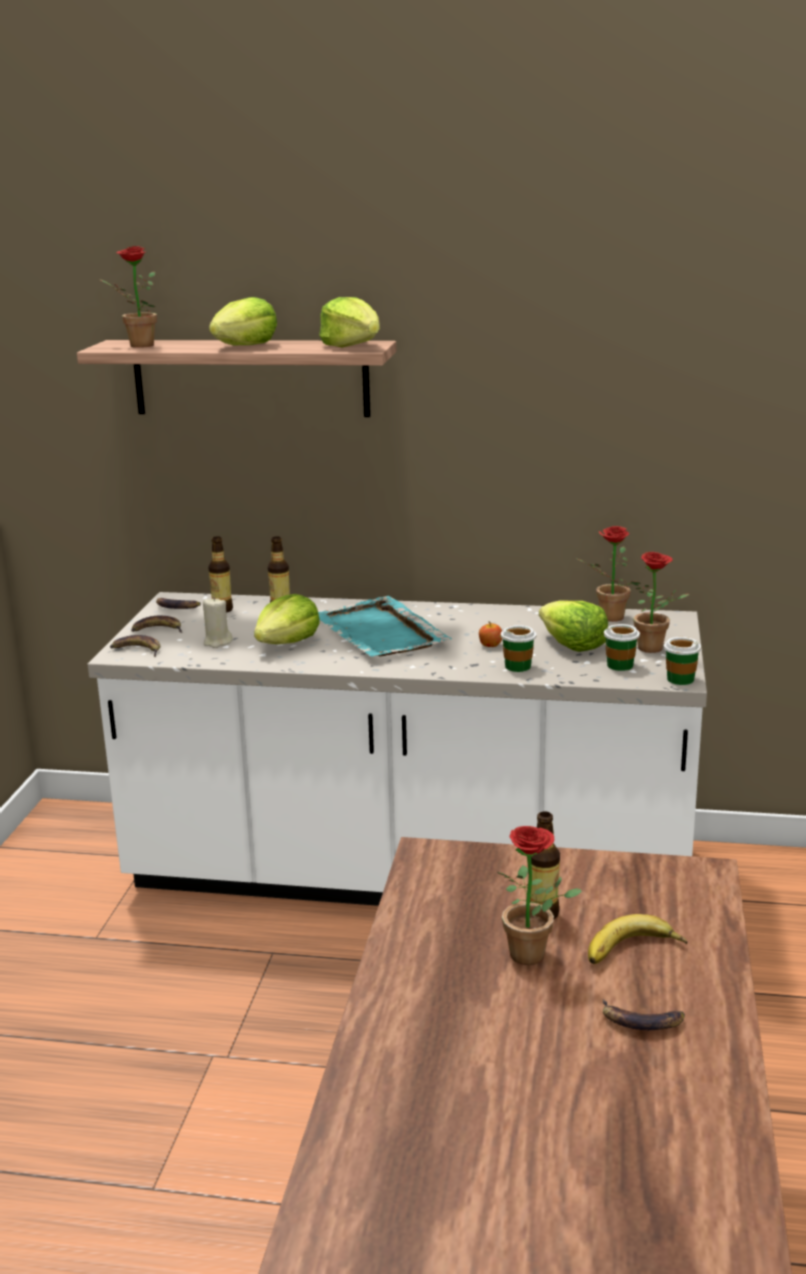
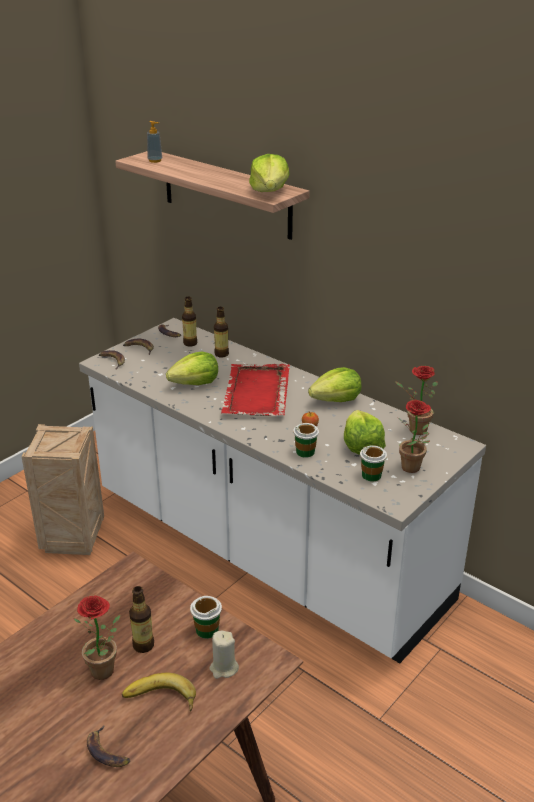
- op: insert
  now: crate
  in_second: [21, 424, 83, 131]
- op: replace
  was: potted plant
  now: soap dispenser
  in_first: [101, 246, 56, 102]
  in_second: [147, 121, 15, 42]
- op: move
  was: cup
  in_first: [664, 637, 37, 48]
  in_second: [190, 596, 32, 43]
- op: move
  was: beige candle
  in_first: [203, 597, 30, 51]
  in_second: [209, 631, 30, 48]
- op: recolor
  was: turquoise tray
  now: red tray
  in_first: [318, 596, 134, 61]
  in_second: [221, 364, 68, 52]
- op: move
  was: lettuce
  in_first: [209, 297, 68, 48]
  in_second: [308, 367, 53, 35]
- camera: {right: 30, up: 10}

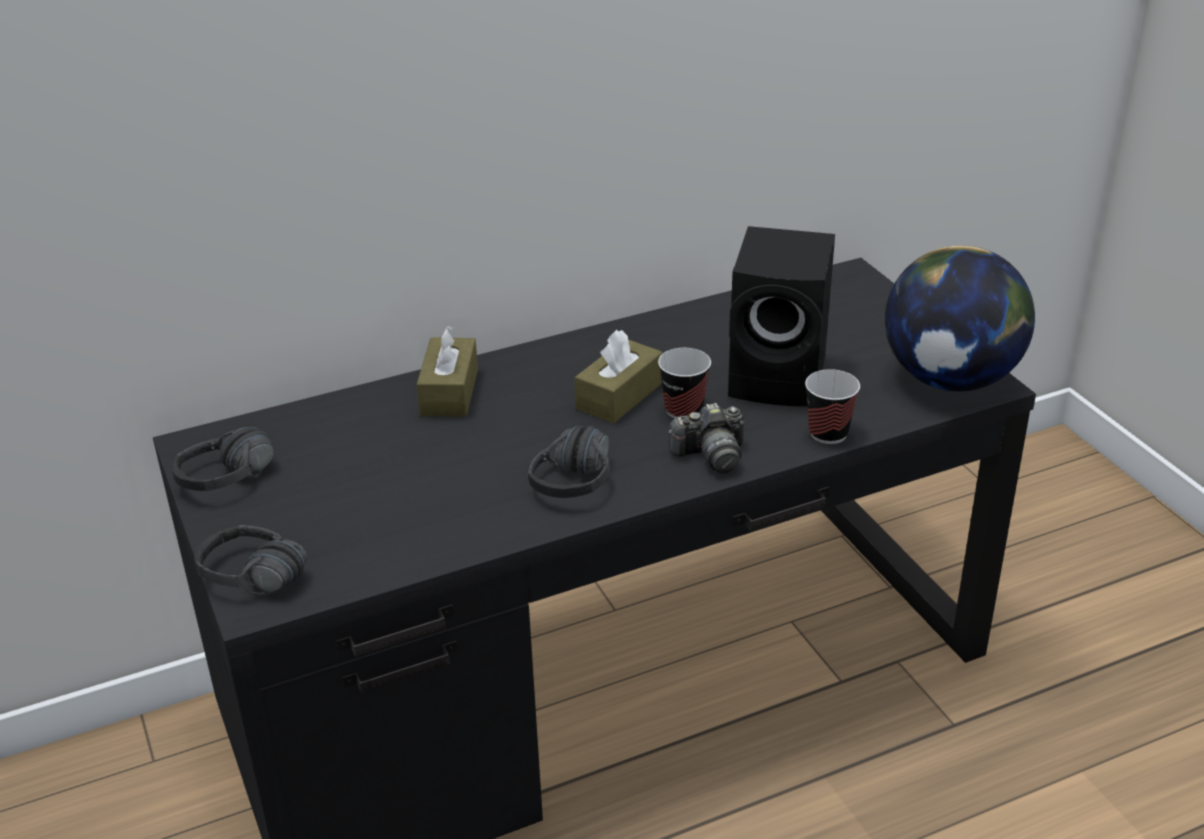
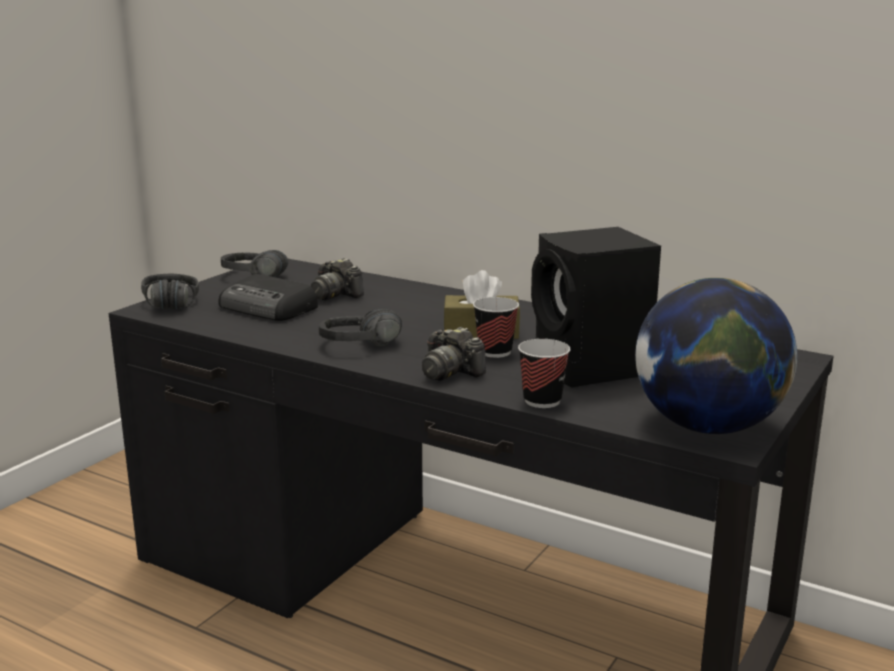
- op: insert
  now: radio
  in_second: [219, 274, 99, 47]
- op: insert
  now: photo camera
  in_second: [311, 258, 53, 43]
- op: delete
  was: brown tissue box
  in_first: [417, 325, 61, 92]
- camera: {right: 55, up: -15}

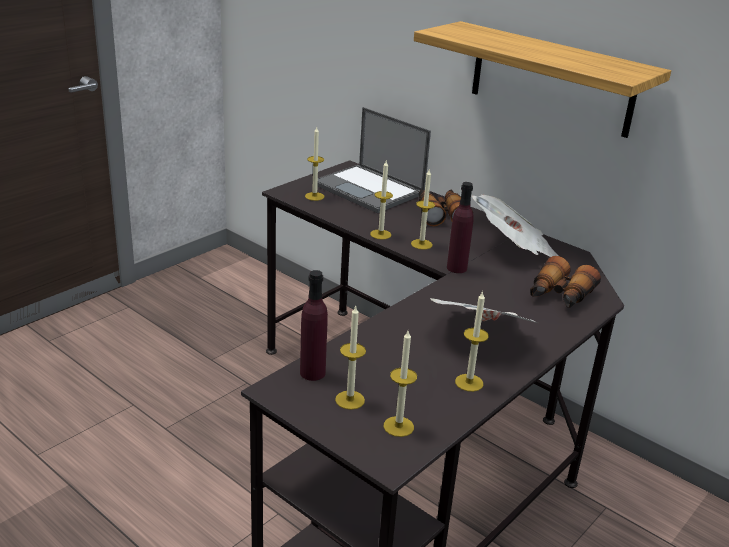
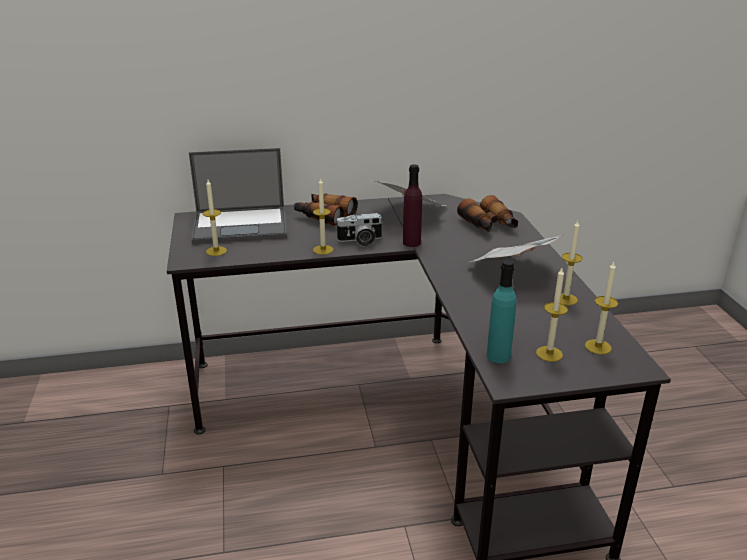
- op: replace
  was: candle
  now: photo camera
  in_first: [411, 170, 24, 80]
  in_second: [335, 213, 48, 34]
- op: recolor
  was: purple bottle
  now: turquoise bottle
  in_first: [300, 270, 28, 111]
  in_second: [487, 260, 30, 103]
- op: delete
  was: shelf
  in_first: [414, 21, 257, 117]
- camera: {right: -50, up: 0}

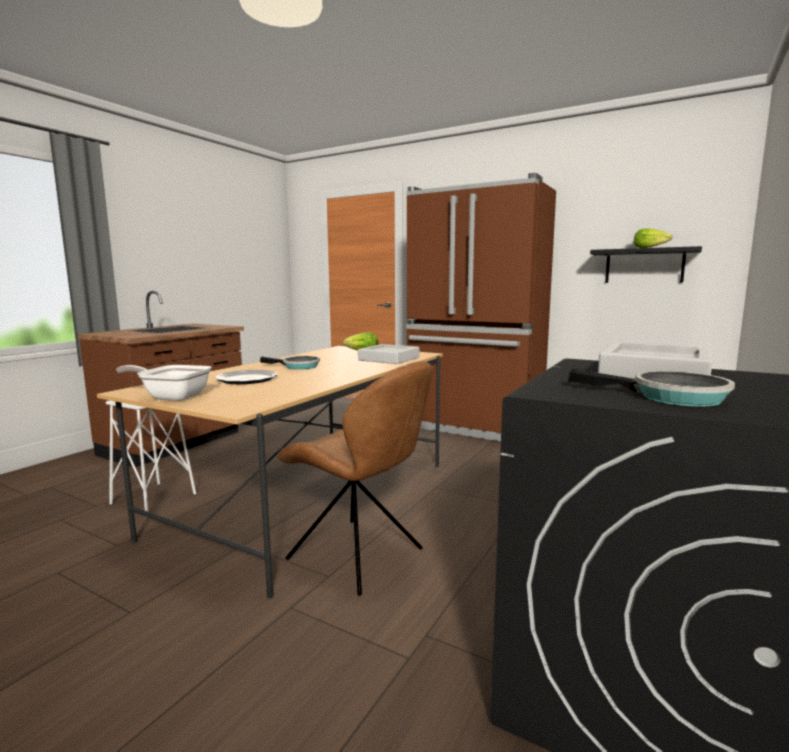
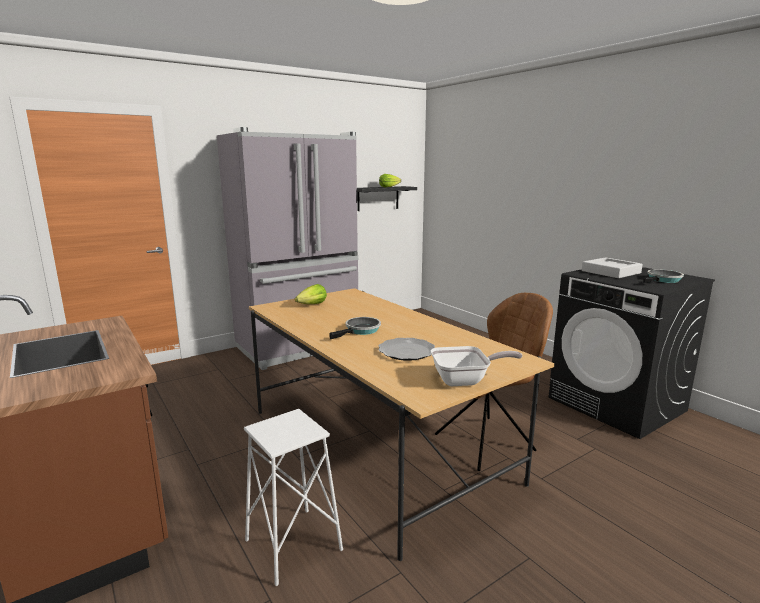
- op: recolor
  was: brown fridge
  now: grey fridge
  in_first: [406, 173, 150, 268]
  in_second: [217, 127, 141, 243]
- op: rotate
  was: frying pan
  in_first: [116, 365, 95, 36]
  in_second: [431, 346, 91, 40]
  clockwise: -135
- op: delete
  was: grey tray
  in_first: [358, 344, 61, 20]
- camera: {right: -65, up: 5}

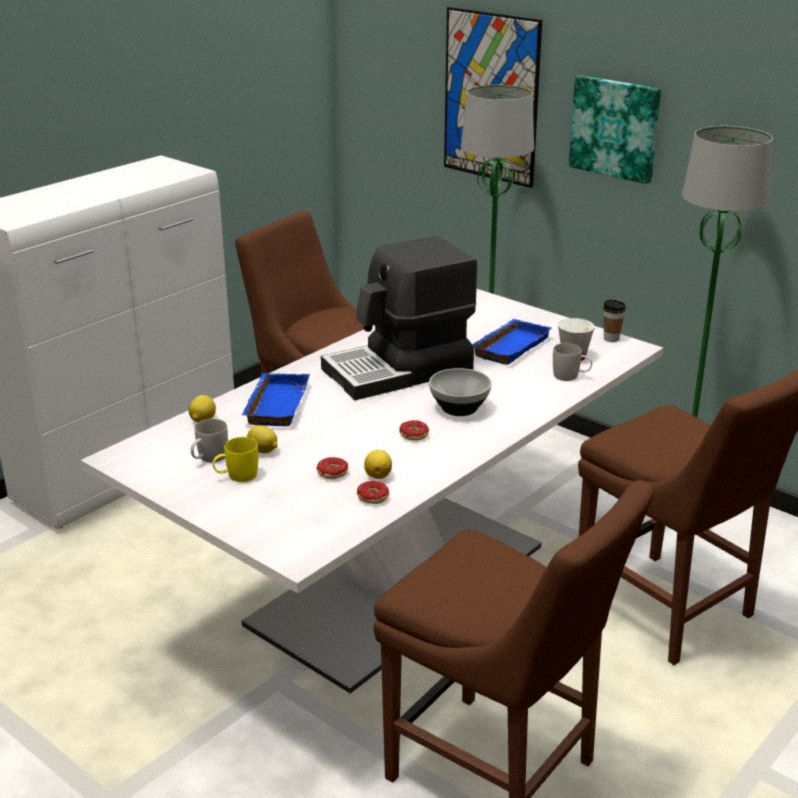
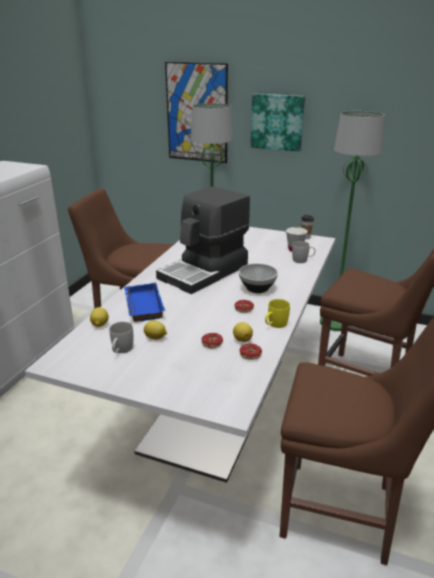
- op: move
  was: yellow mug
  in_first: [213, 437, 45, 45]
  in_second: [265, 299, 25, 29]
- op: delete
  was: blue tray
  in_first: [472, 319, 79, 46]
- camera: {right: -20, up: 0}

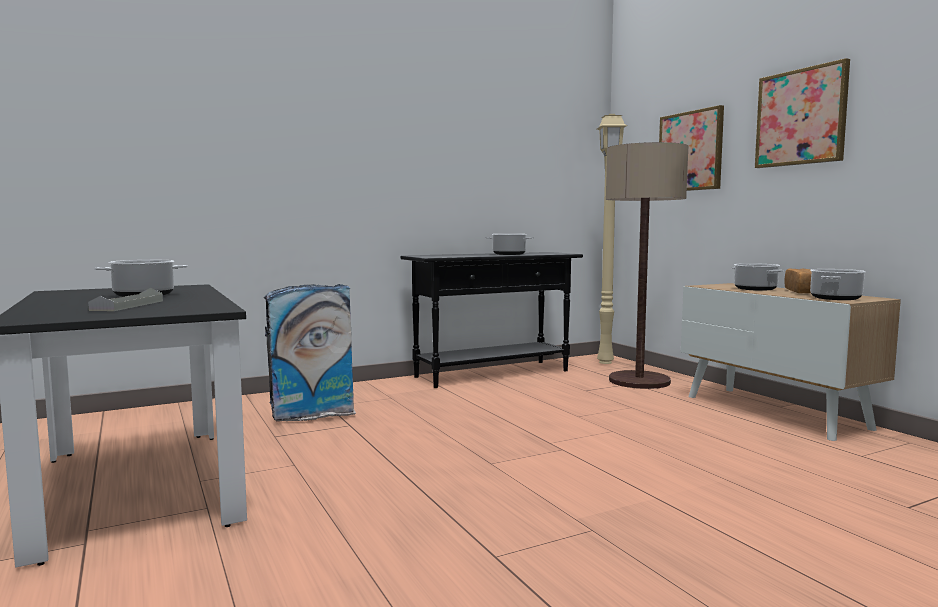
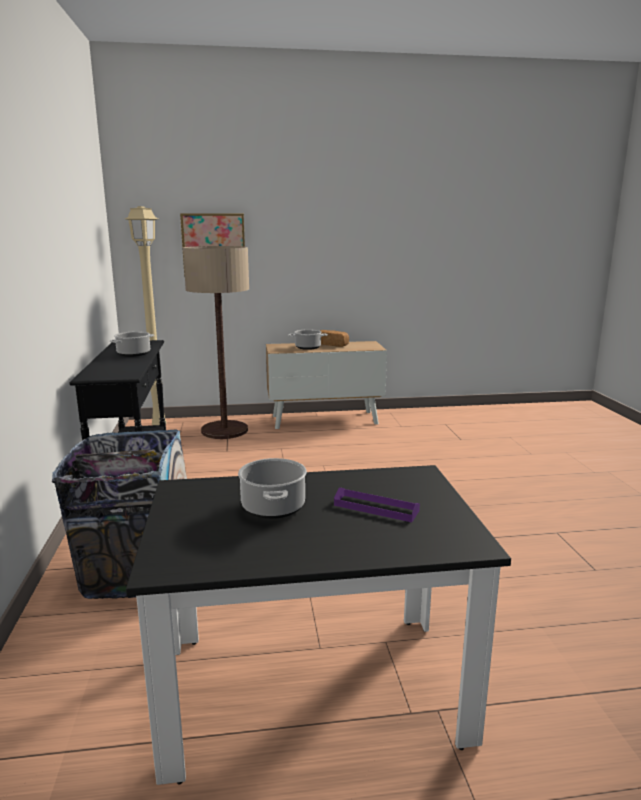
- op: recolor
  was: grey tray
  now: purple tray
  in_first: [88, 288, 75, 23]
  in_second: [334, 488, 86, 34]
- op: delete
  was: picture
  in_first: [755, 58, 95, 110]
- op: delete
  was: cooking pot
  in_first: [810, 269, 56, 31]
- camera: {right: -70, up: 10}

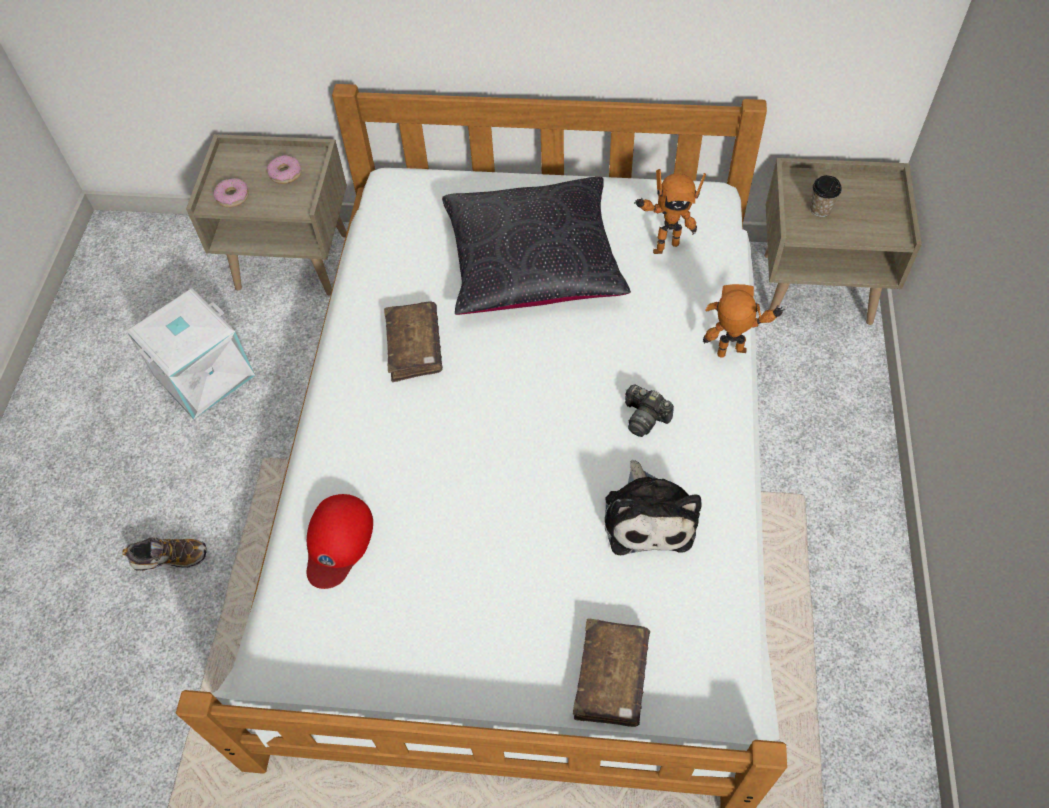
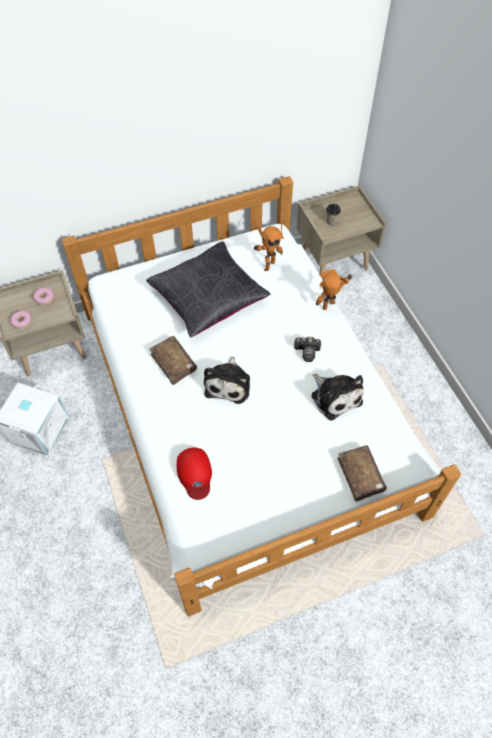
- op: insert
  now: plush toy
  in_second: [204, 356, 46, 48]
- op: delete
  was: shoe
  in_first: [122, 537, 85, 34]
- camera: {right: -30, up: 0}

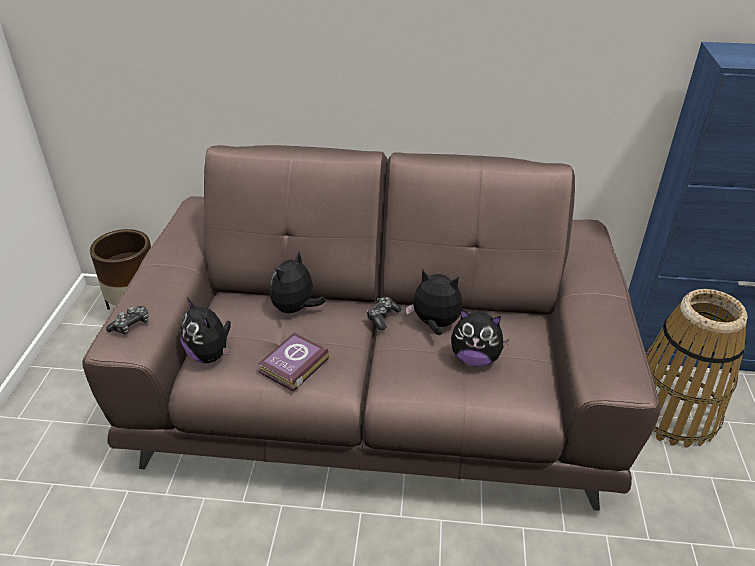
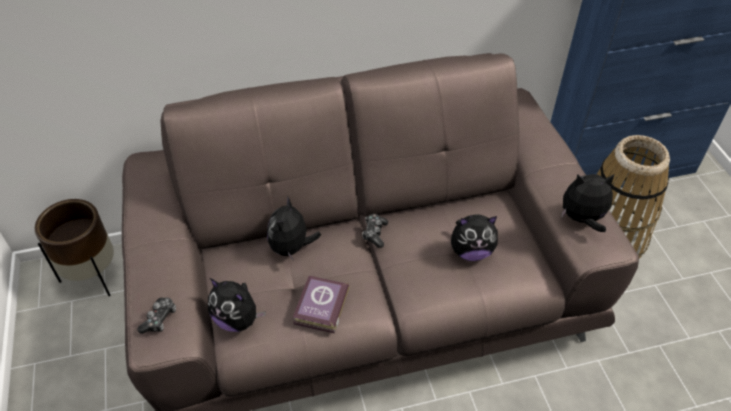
- op: move
  was: plush toy
  in_first: [406, 269, 56, 66]
  in_second: [561, 174, 53, 58]
- camera: {right: -20, up: 10}

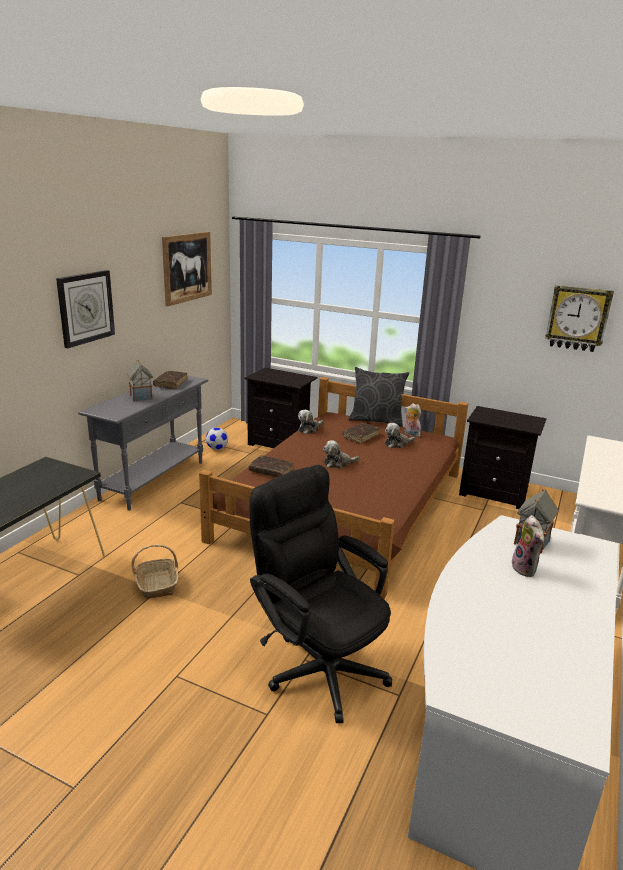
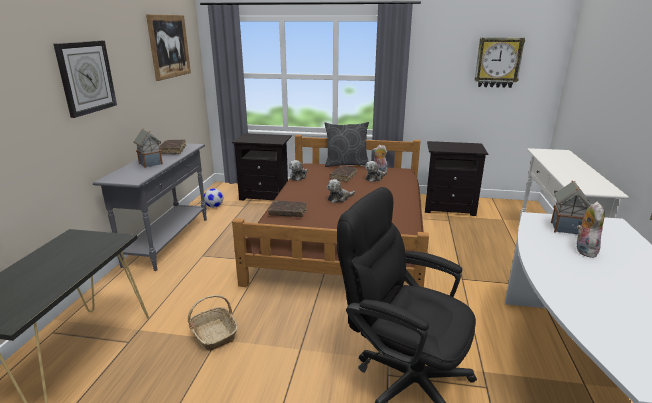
- op: rotate
  was: plush toy
  in_first: [512, 515, 32, 62]
  in_second: [577, 202, 28, 56]
  clockwise: -135
- camera: {right: -15, up: 0}

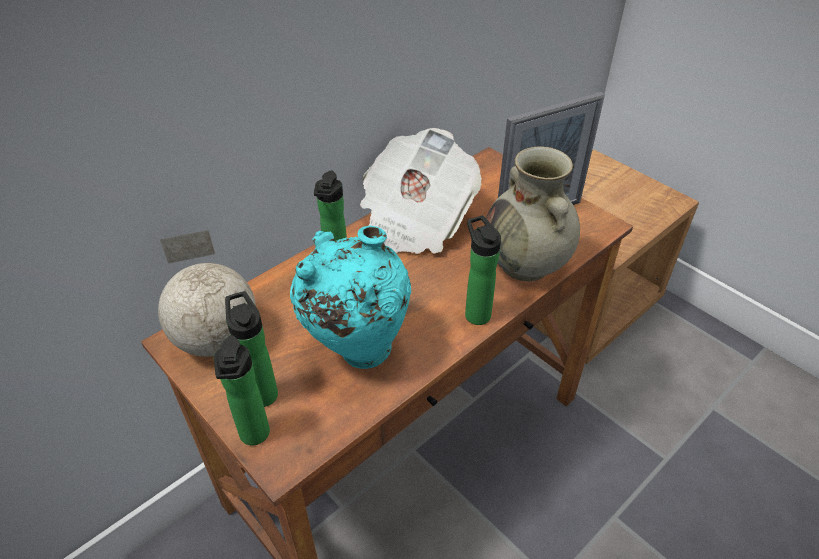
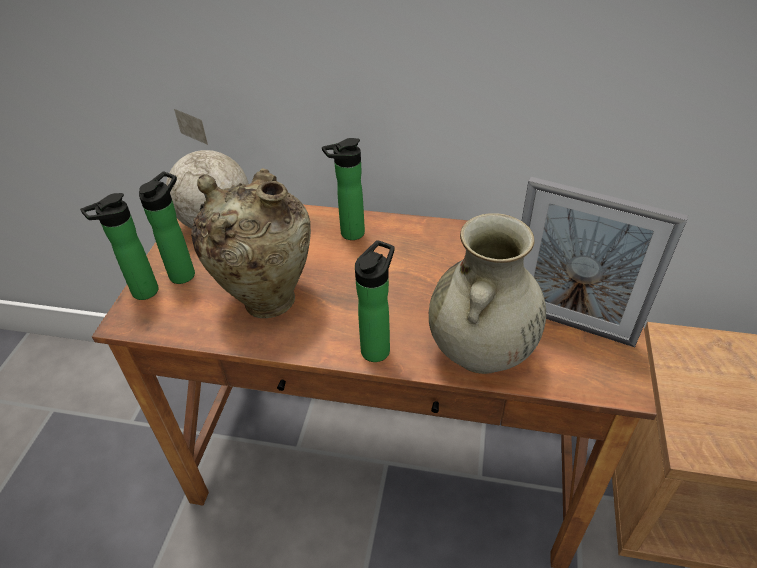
- op: recolor
  was: turquoise vase
  now: beige vase
  in_first: [290, 226, 121, 143]
  in_second: [191, 168, 120, 150]
- op: delete
  was: newspaper
  in_first: [360, 128, 122, 126]
- camera: {right: 55, up: 0}

